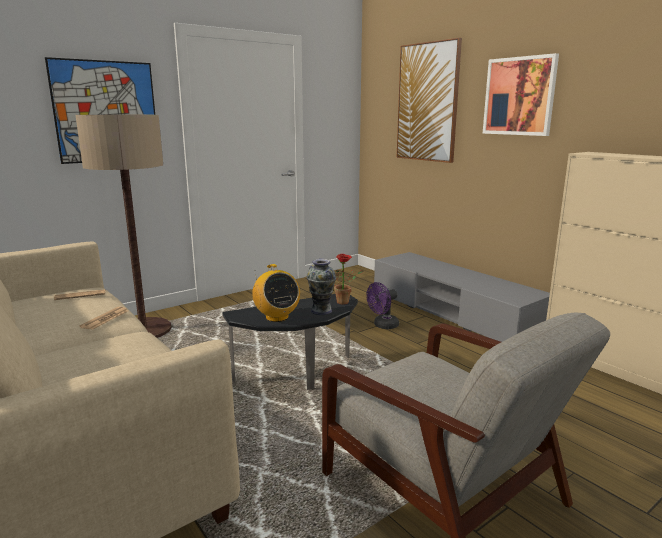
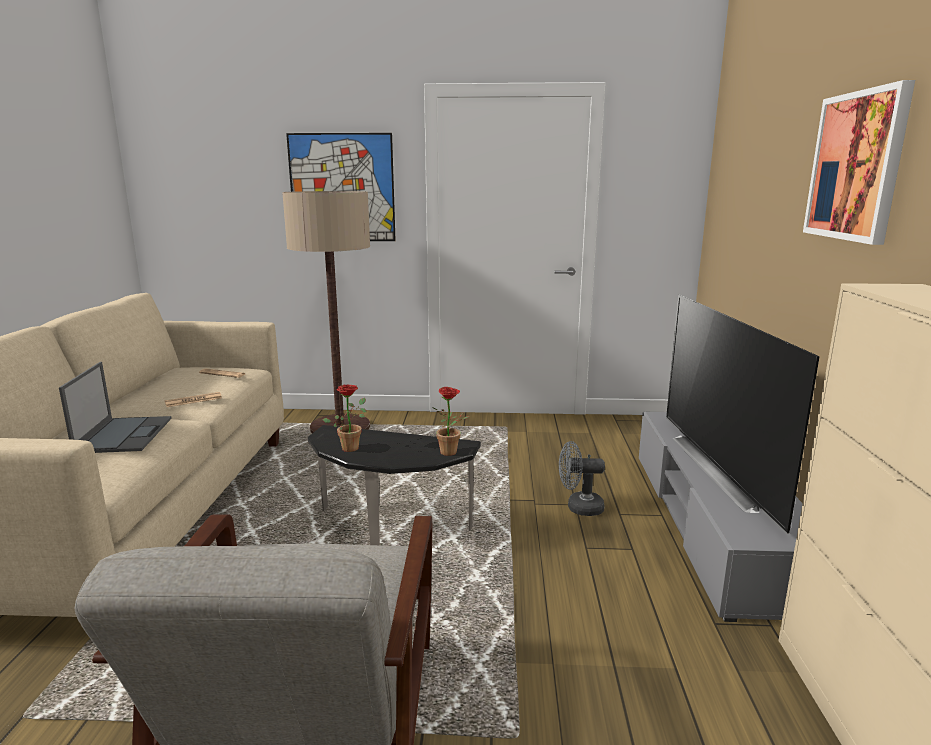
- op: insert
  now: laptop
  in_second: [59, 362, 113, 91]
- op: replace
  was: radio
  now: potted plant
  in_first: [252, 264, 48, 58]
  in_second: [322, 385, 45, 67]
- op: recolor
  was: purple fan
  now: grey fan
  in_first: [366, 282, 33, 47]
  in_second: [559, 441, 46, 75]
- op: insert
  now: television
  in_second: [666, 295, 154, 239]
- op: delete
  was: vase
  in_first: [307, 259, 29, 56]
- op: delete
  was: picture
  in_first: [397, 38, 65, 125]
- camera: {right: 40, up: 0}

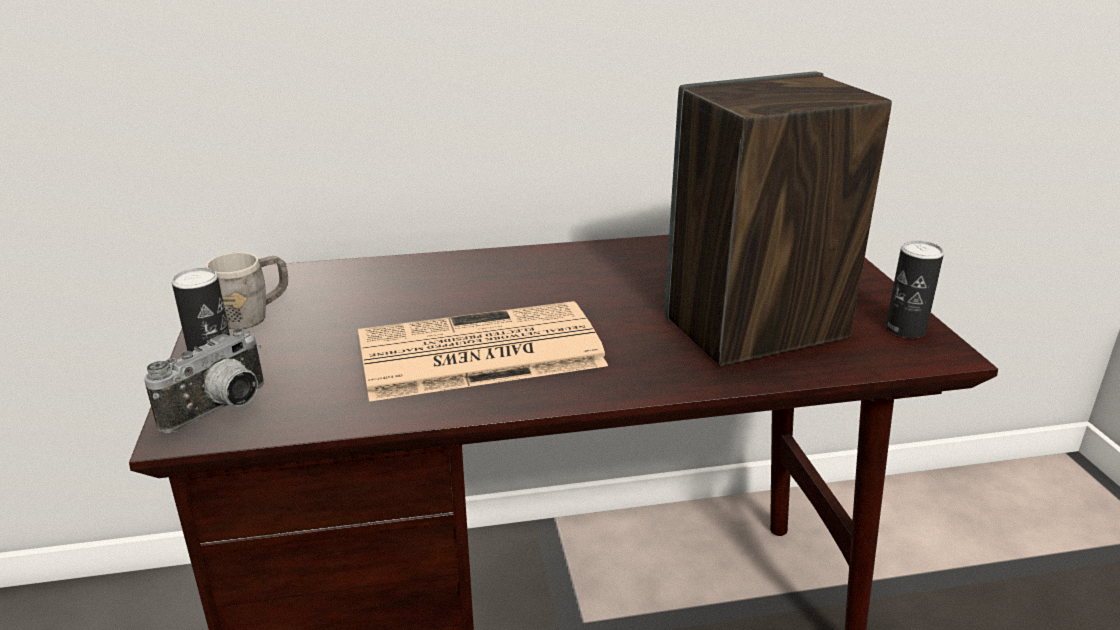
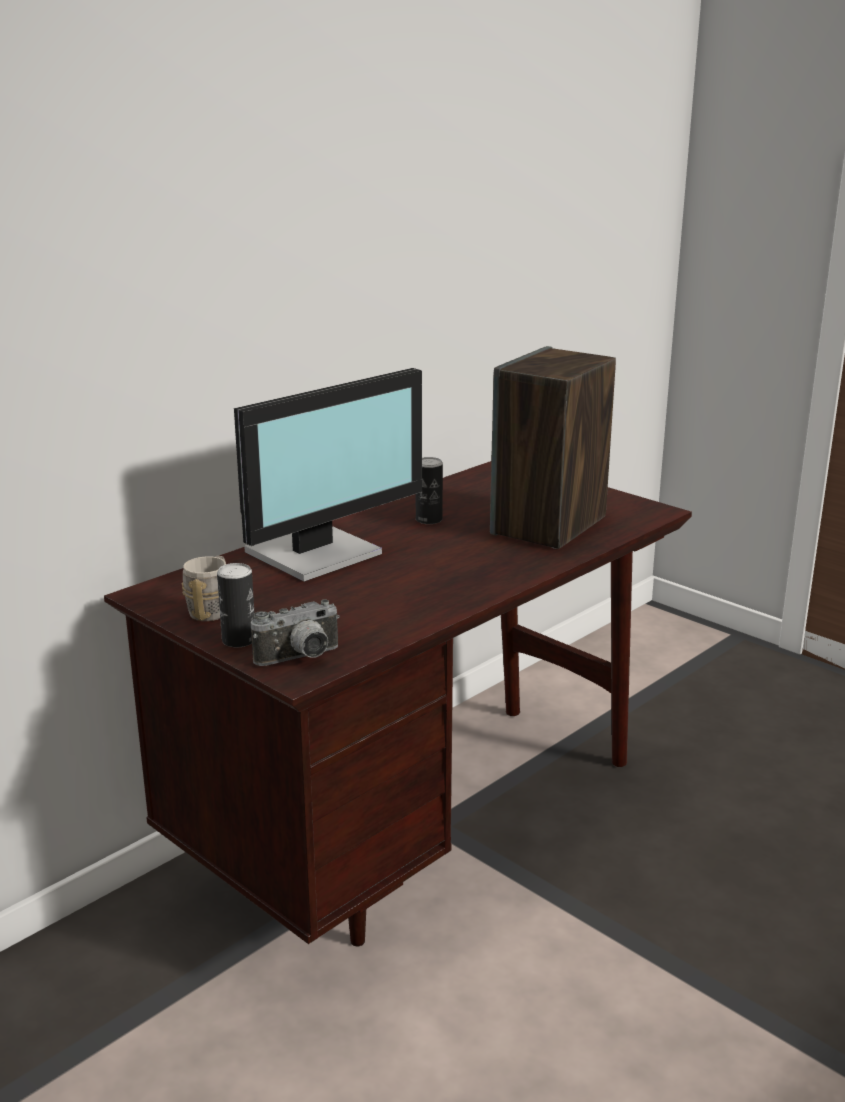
- op: insert
  now: monitor
  in_second: [234, 368, 188, 214]
- op: rotate
  was: photo camera
  in_first: [144, 328, 120, 105]
  in_second: [251, 599, 89, 67]
  clockwise: 60
- op: move
  was: can
  in_first: [886, 241, 58, 97]
  in_second: [416, 457, 27, 67]
- op: delete
  was: newspaper
  in_first: [358, 301, 250, 101]
- camera: {right: -35, up: -5}

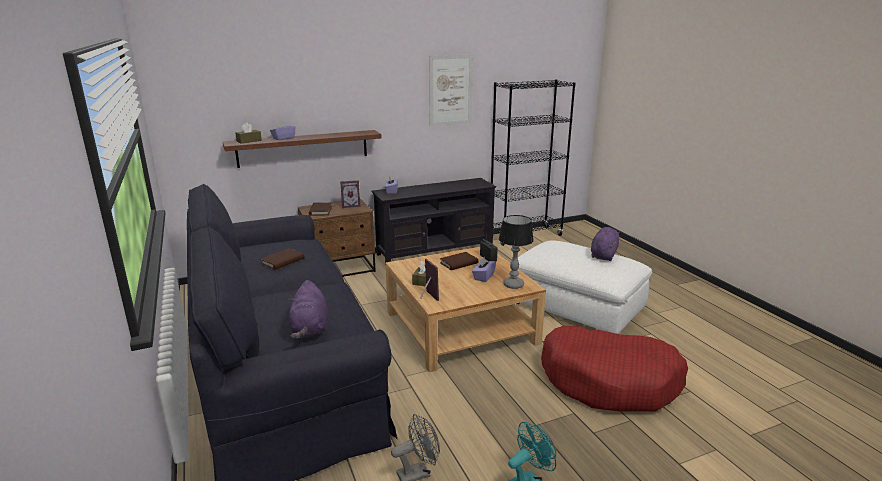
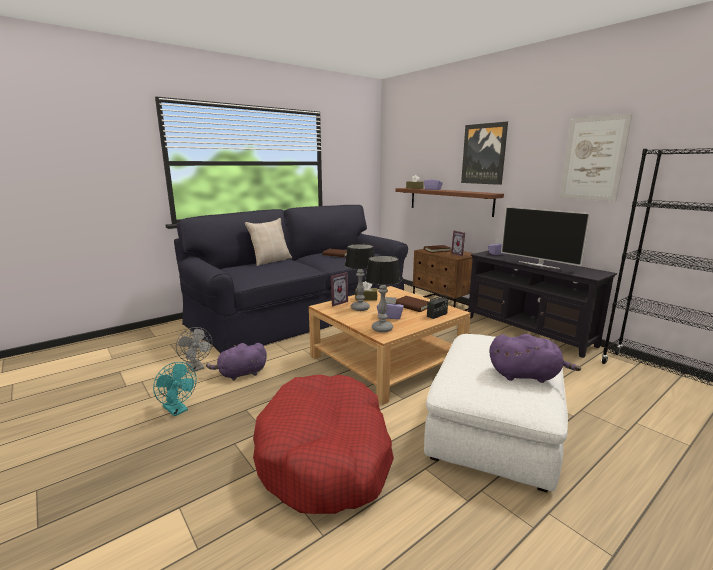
- op: move
  was: purple plush toy
  in_first: [288, 280, 40, 59]
  in_second: [206, 343, 61, 38]
- op: insert
  now: beige pillow
  in_second: [245, 218, 47, 48]
- op: insert
  now: table lamp
  in_second: [345, 244, 30, 67]
- op: insert
  now: picture
  in_second: [461, 122, 47, 63]
- op: insert
  now: television
  in_second: [501, 207, 89, 62]
- camera: {right: 75, up: -5}

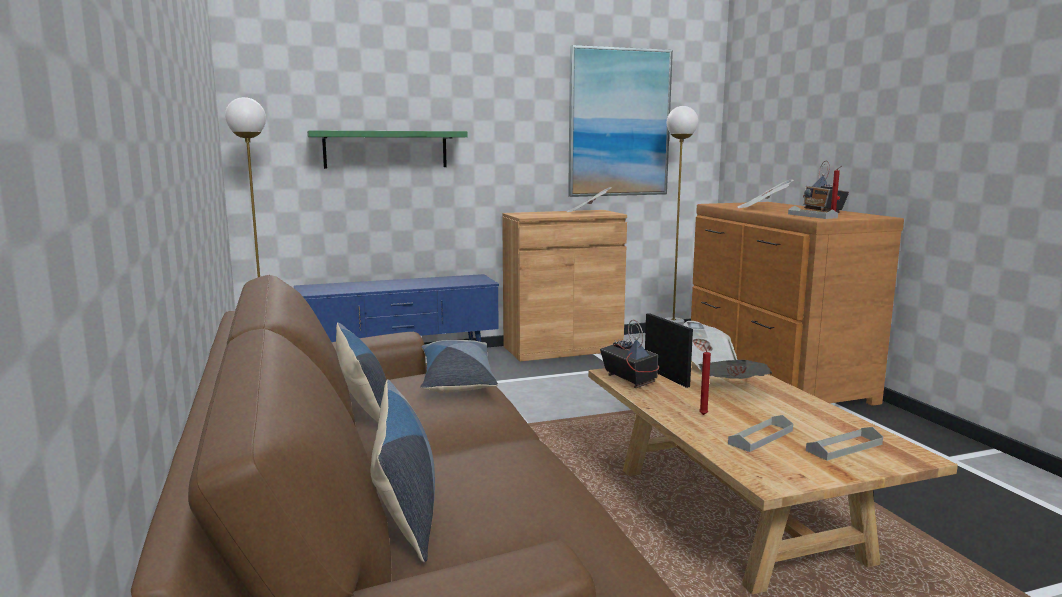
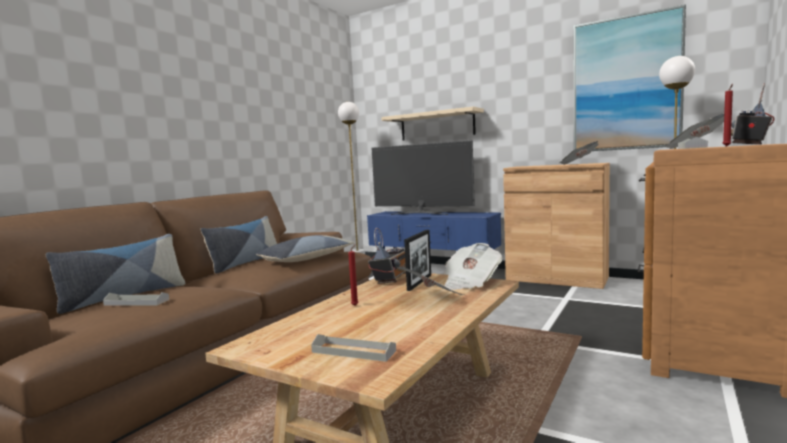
- op: move
  was: grey tray
  in_first: [728, 415, 65, 37]
  in_second: [103, 292, 66, 14]
- op: insert
  now: television
  in_second: [372, 140, 103, 75]
- op: recolor
  was: green shelf
  now: beige shelf
  in_first: [307, 130, 161, 39]
  in_second: [381, 106, 103, 34]
- camera: {right: 50, up: -5}

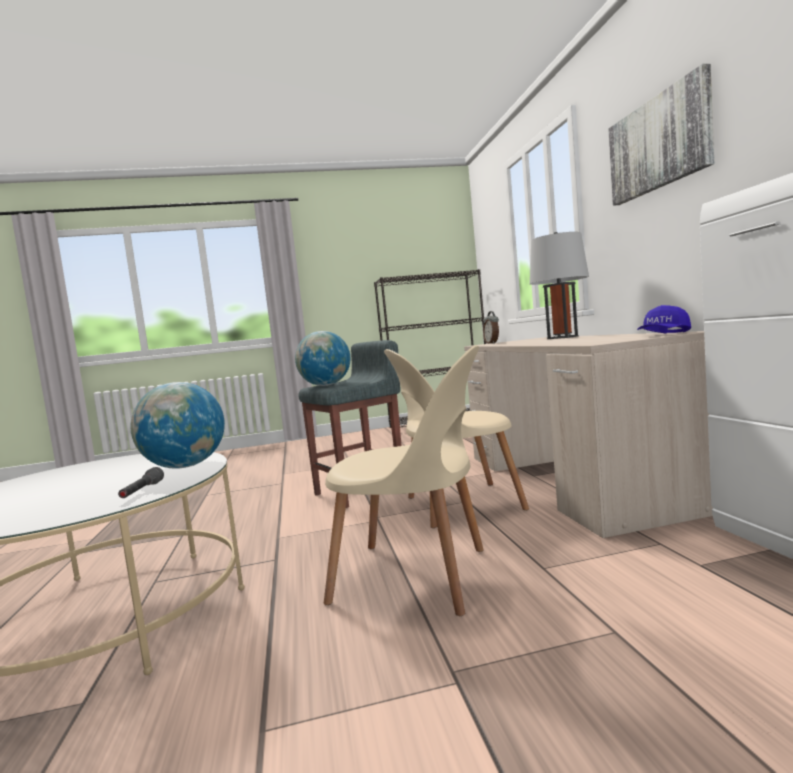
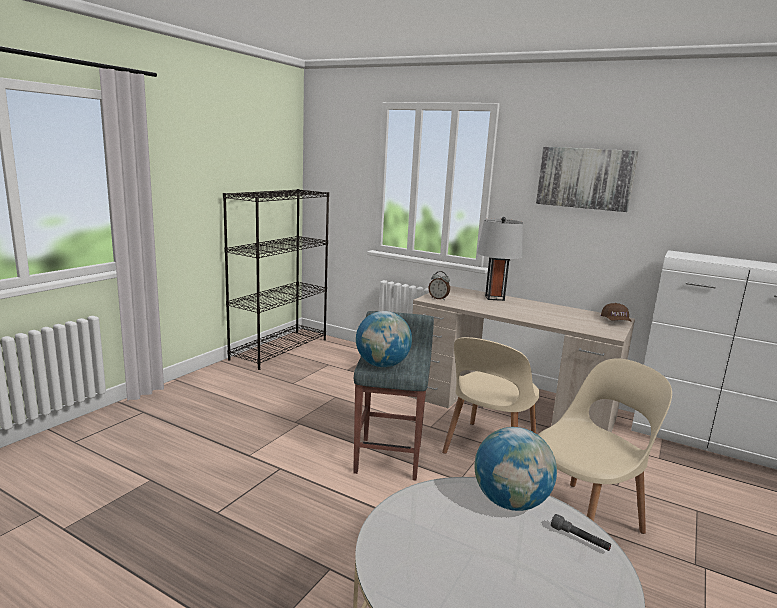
- op: recolor
  was: blue cap
  now: brown cap
  in_first: [637, 305, 54, 29]
  in_second: [601, 303, 31, 19]
- camera: {right: -50, up: 10}

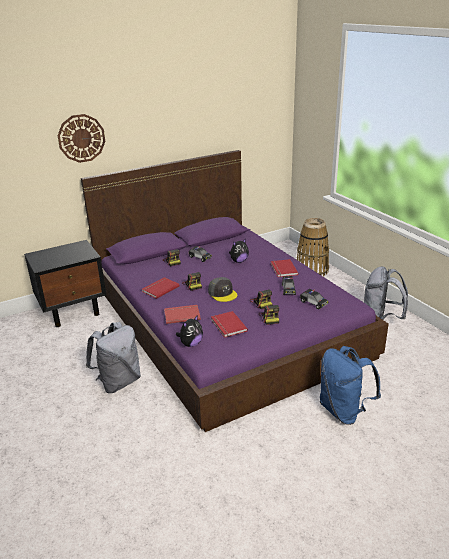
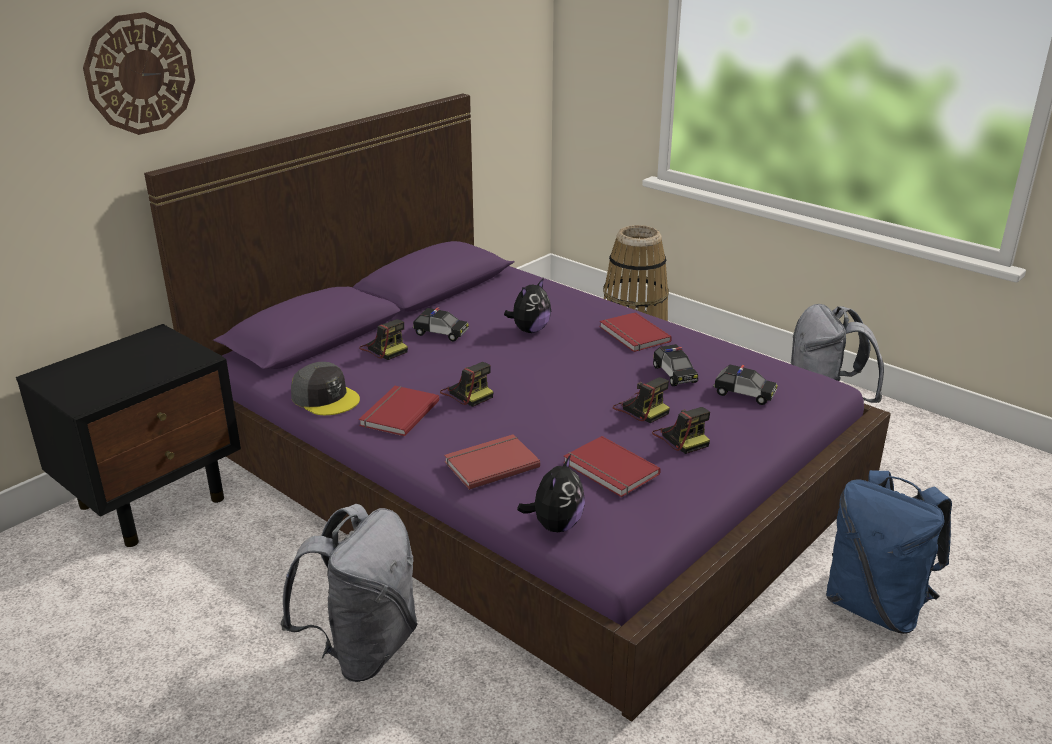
- op: move
  was: grey cap
  in_first: [208, 277, 29, 25]
  in_second: [291, 362, 69, 53]
- camera: {right: -20, up: 0}

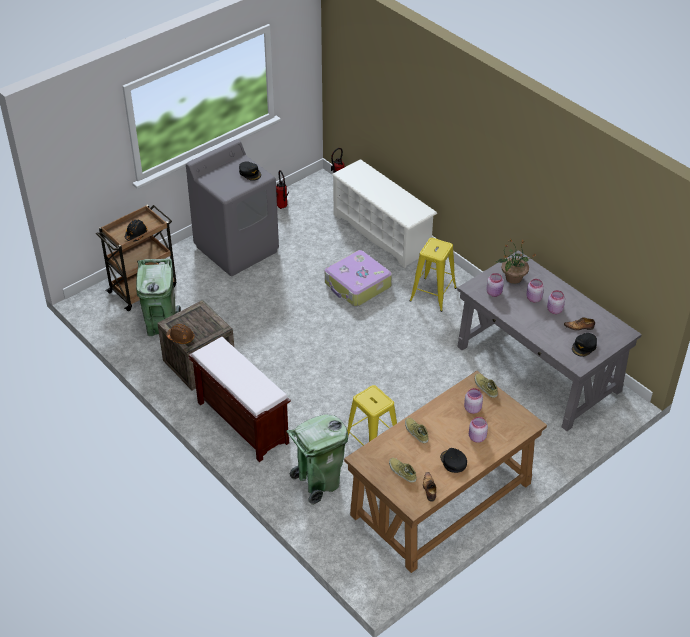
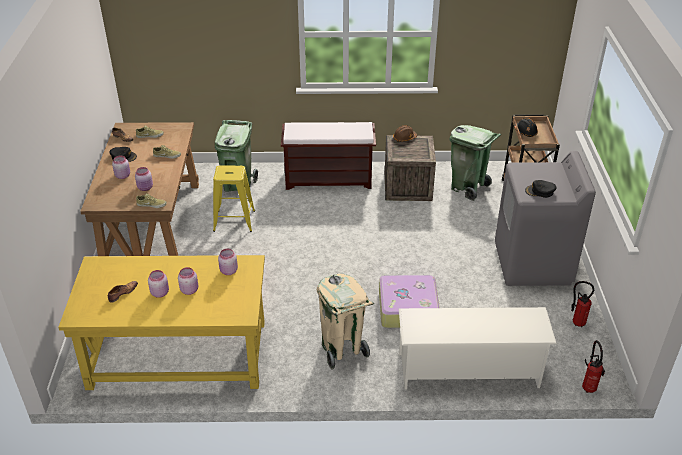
- op: recolor
  was: grey desk
  now: yellow desk
  in_first: [457, 250, 185, 181]
  in_second: [58, 255, 207, 135]
- op: replace
  was: yellow stool
  now: beige trash can
  in_first: [410, 238, 47, 74]
  in_second: [317, 274, 57, 96]
- op: delete
  was: potted plant
  in_first: [496, 238, 39, 46]
- op: delete
  was: black cap
  in_first: [572, 333, 25, 24]
- camera: {right: 130, up: -5}

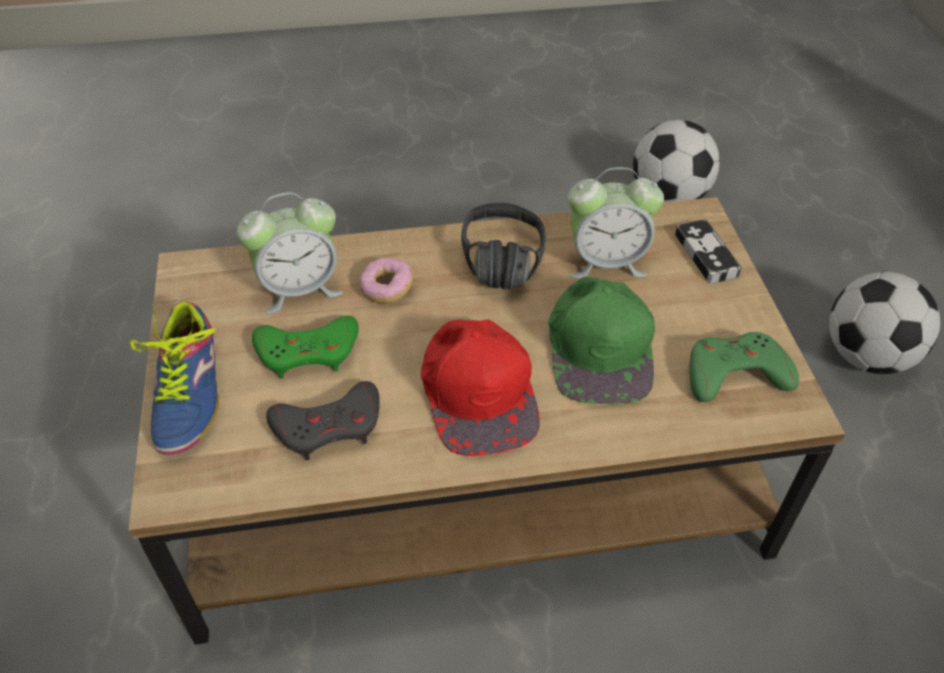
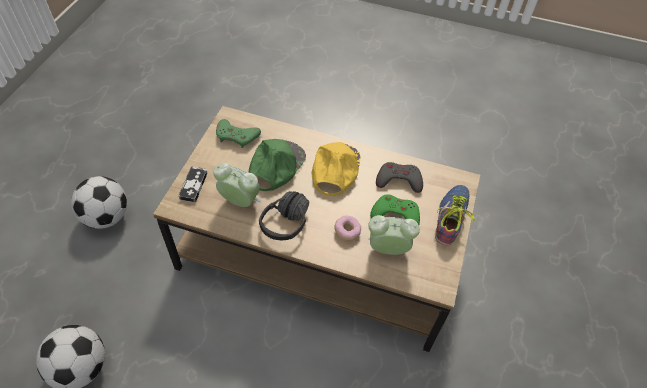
- op: recolor
  was: red cap
  now: yellow cap
  in_first: [421, 319, 119, 137]
  in_second: [311, 142, 49, 54]
- camera: {right: -155, up: 5}

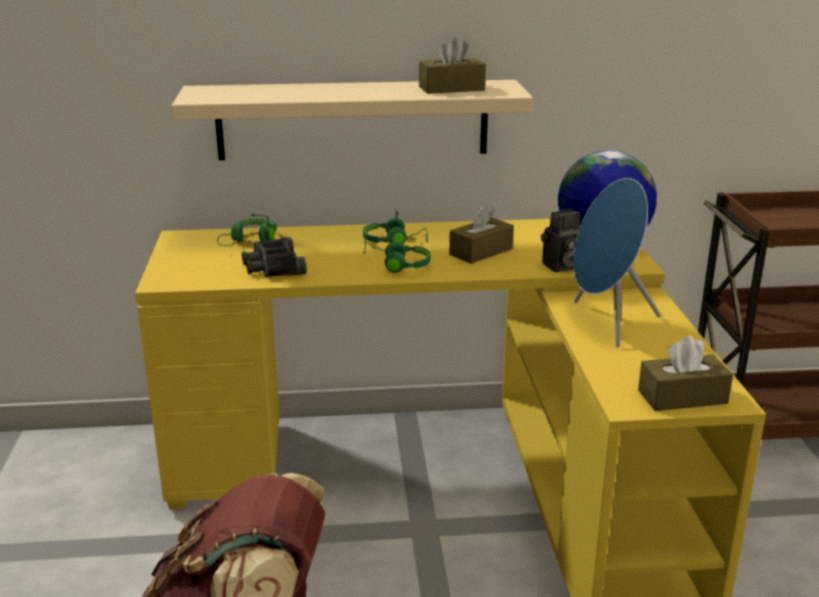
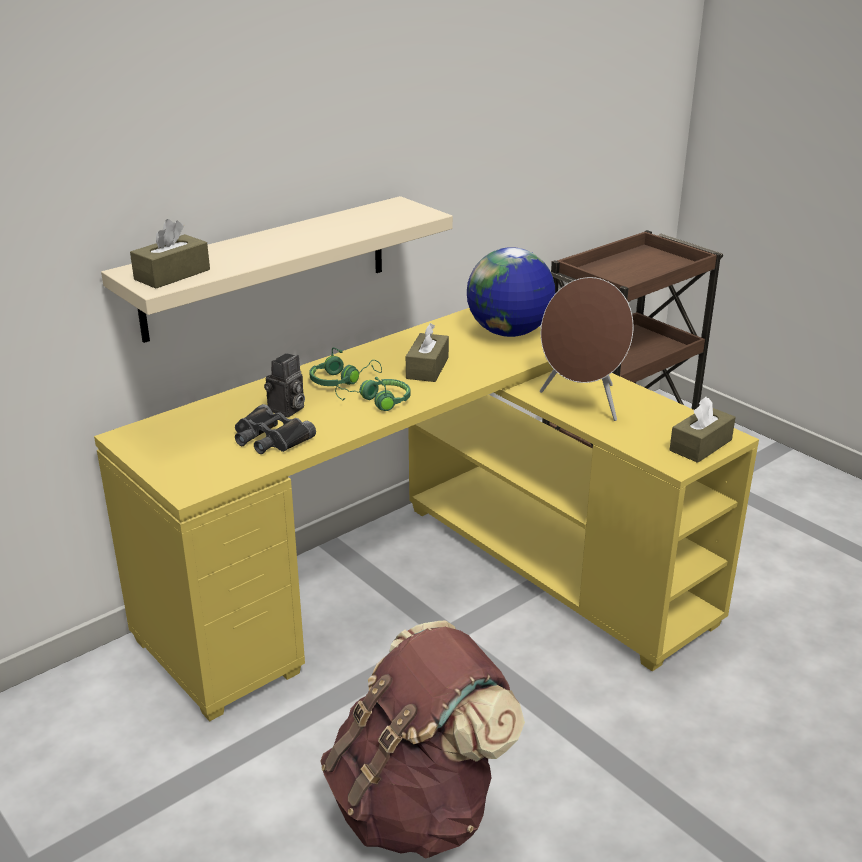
- op: move
  was: brown tissue box
  in_first: [419, 36, 67, 58]
  in_second: [130, 219, 80, 69]
- op: move
  was: photo camera
  in_first: [541, 209, 39, 63]
  in_second: [264, 353, 41, 64]
- op: recolor
  was: blue speaker
  now: brown speaker
  in_first: [573, 178, 88, 169]
  in_second: [540, 277, 93, 144]
- op: delete
  was: green headphones
  in_first: [217, 213, 60, 33]
- camera: {right: -35, up: 5}

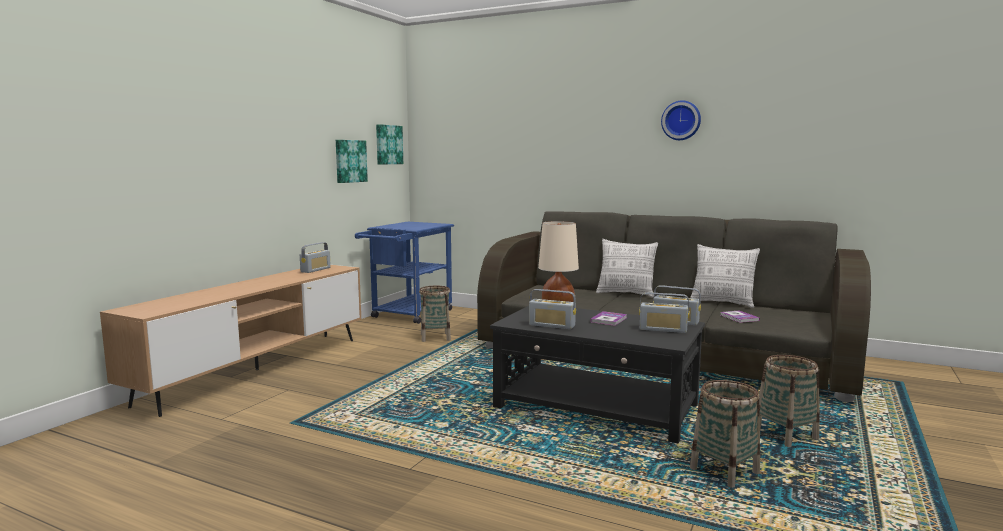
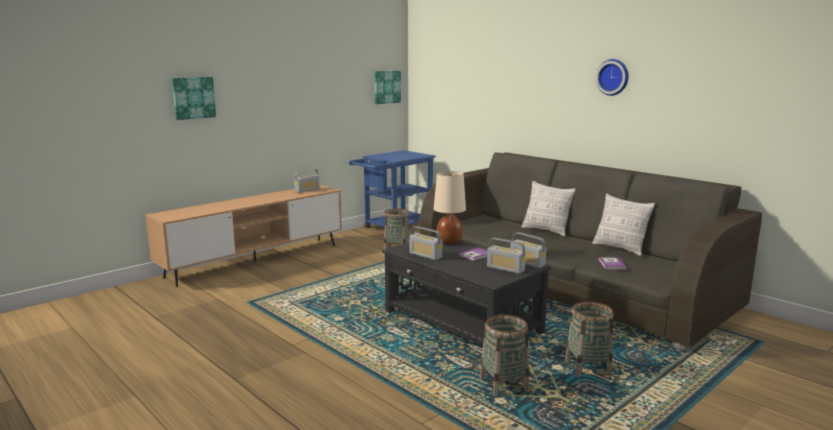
- op: move
  was: picture
  in_first: [336, 140, 32, 43]
  in_second: [172, 77, 44, 43]
- camera: {right: 20, up: 5}

